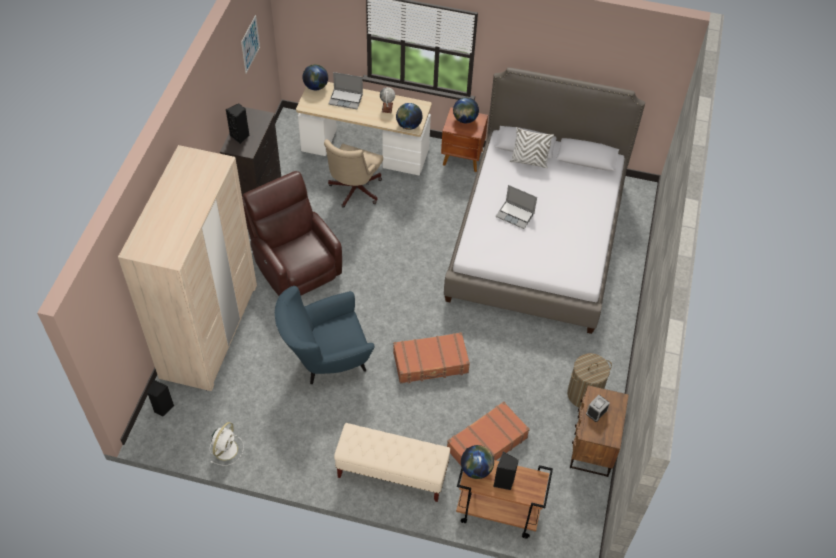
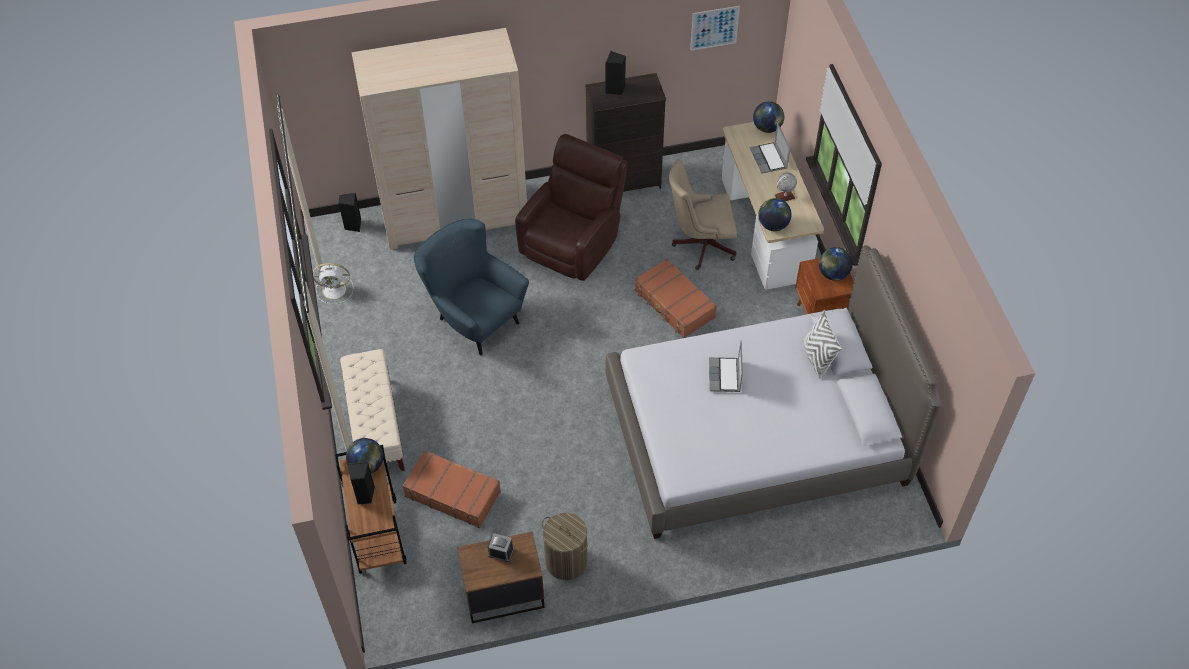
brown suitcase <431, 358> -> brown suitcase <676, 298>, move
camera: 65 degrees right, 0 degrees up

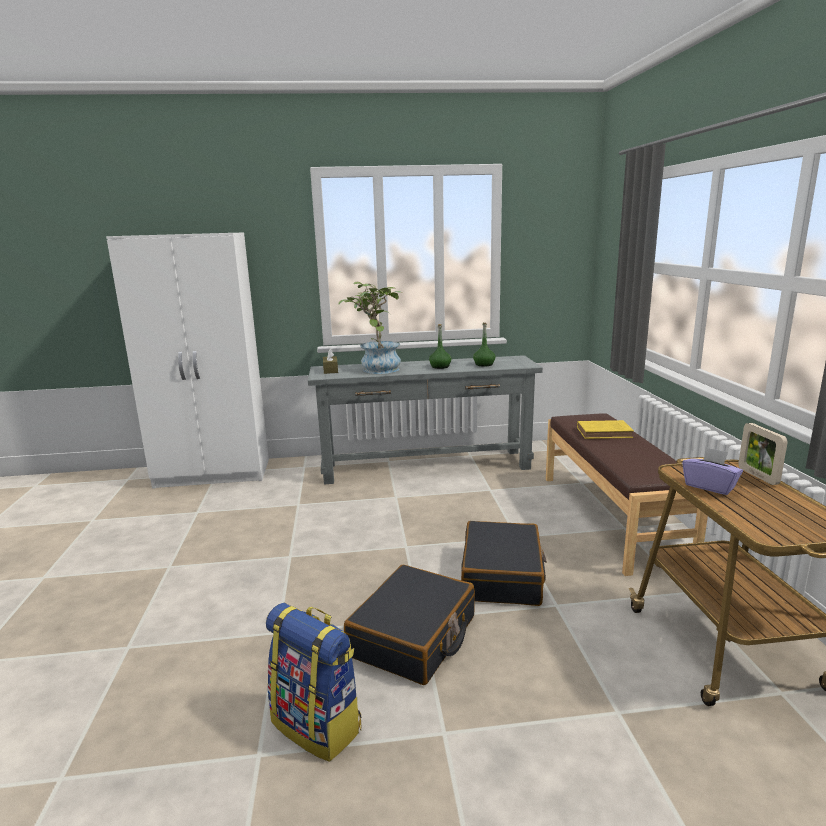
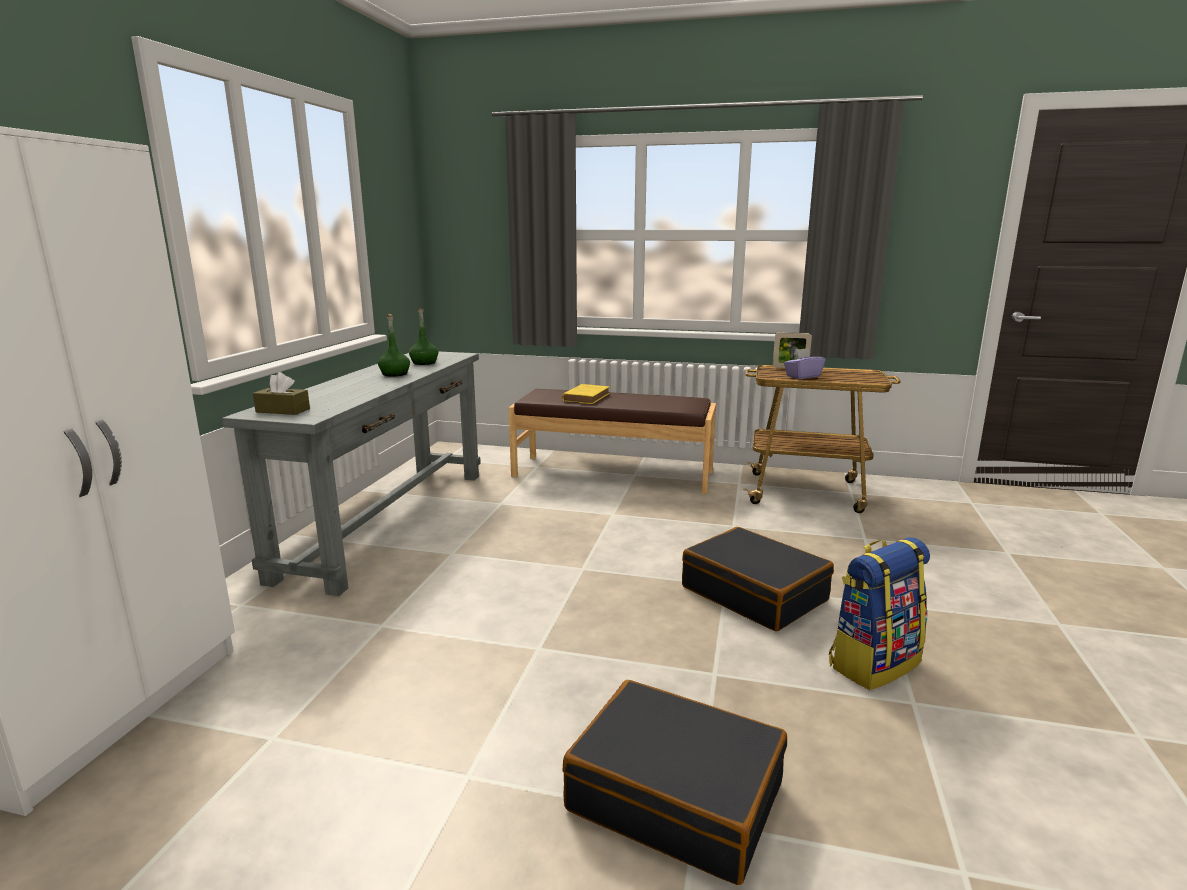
potted plant <370, 328> -> none
black suitcase <504, 563> -> black suitcase <675, 782>, move
camera: 70 degrees left, 0 degrees up

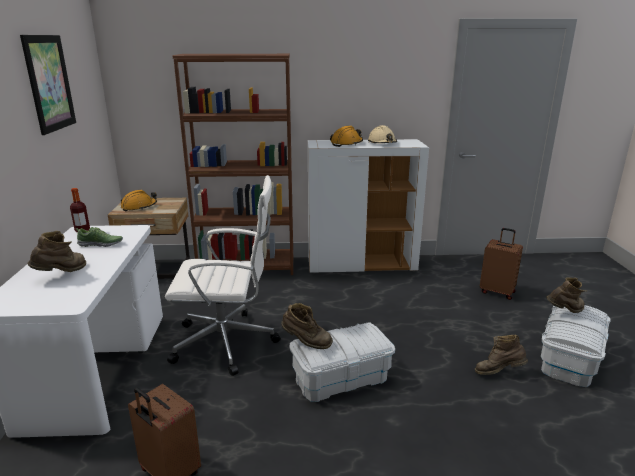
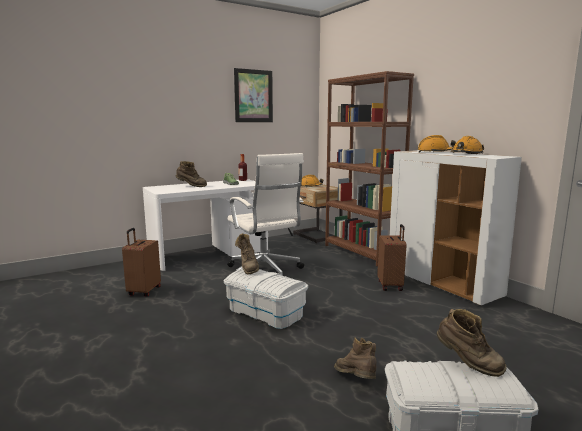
brown suitcase <501, 264> -> brown suitcase <392, 257>, move
beige hard hat <382, 134> -> orange hard hat <467, 145>
camera: 60 degrees right, 10 degrees down

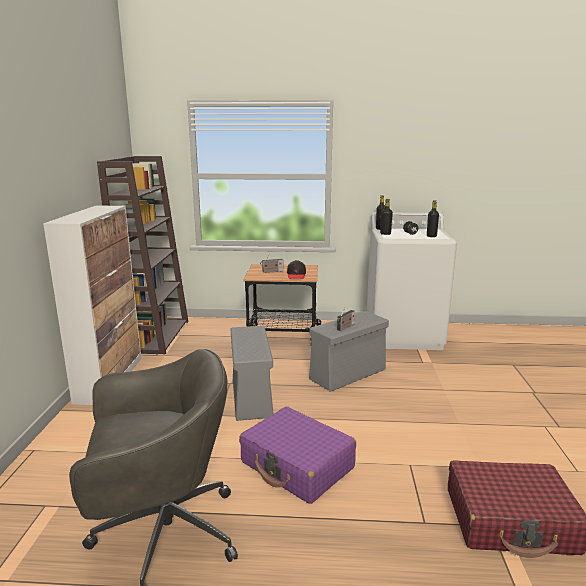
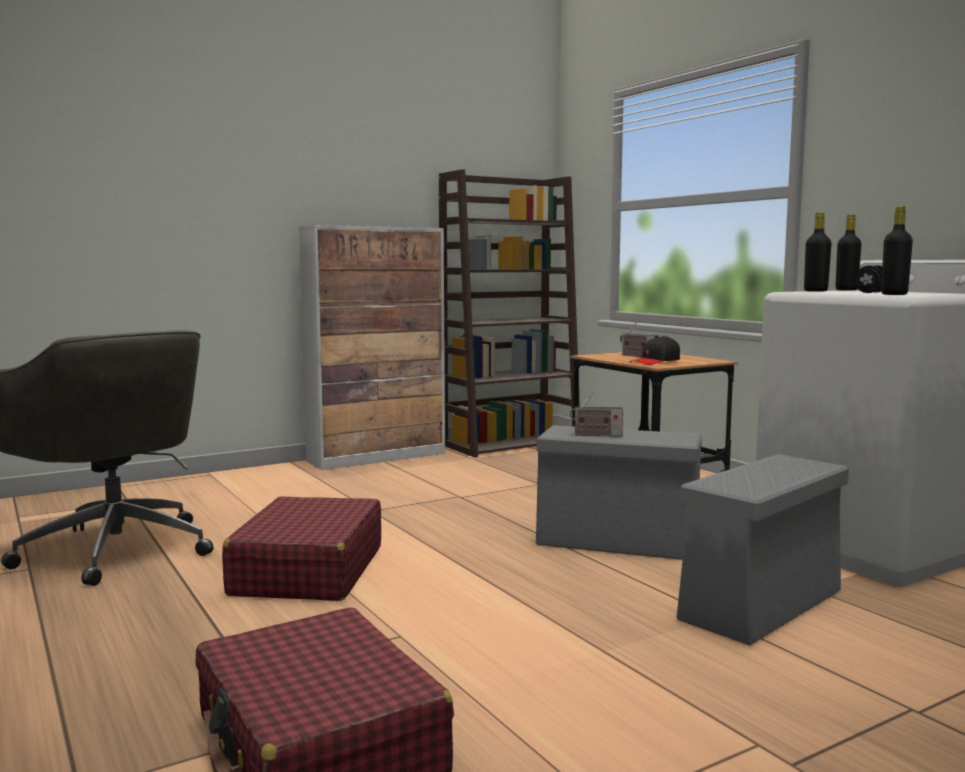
grey storage box <252, 373> -> grey storage box <763, 550>, move
purple suitcase <297, 455> -> red suitcase <301, 548>
camera: 55 degrees right, 10 degrees down

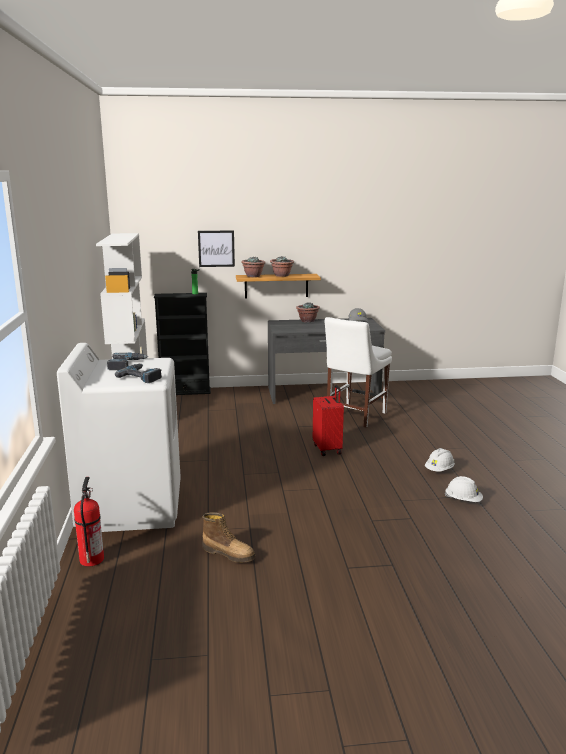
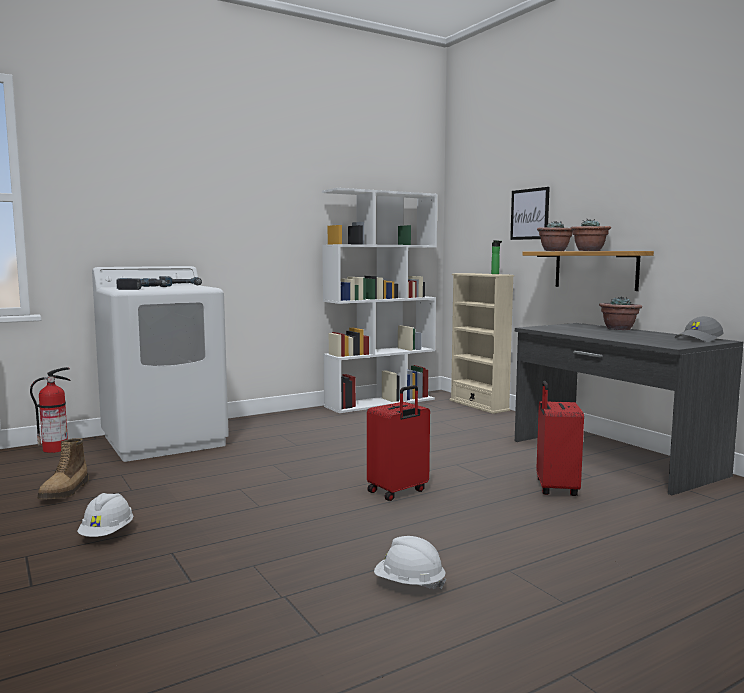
white hard hat <464, 489> -> white hard hat <105, 515>, move
white chair <358, 372> -> red suitcase <560, 438>
black bookcase <182, 344> -> beige bookcase <482, 343>
camera: 65 degrees right, 10 degrees down

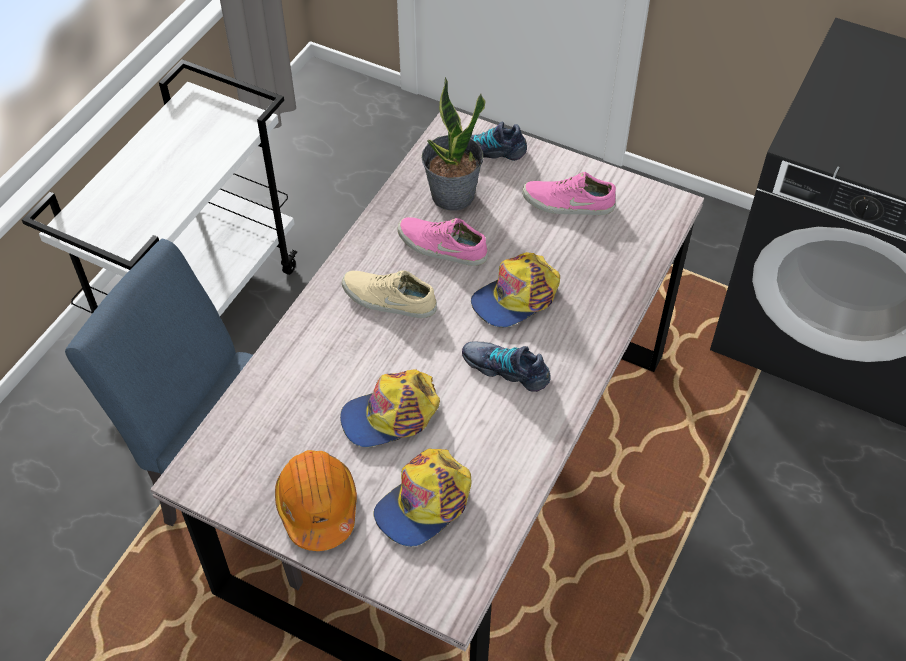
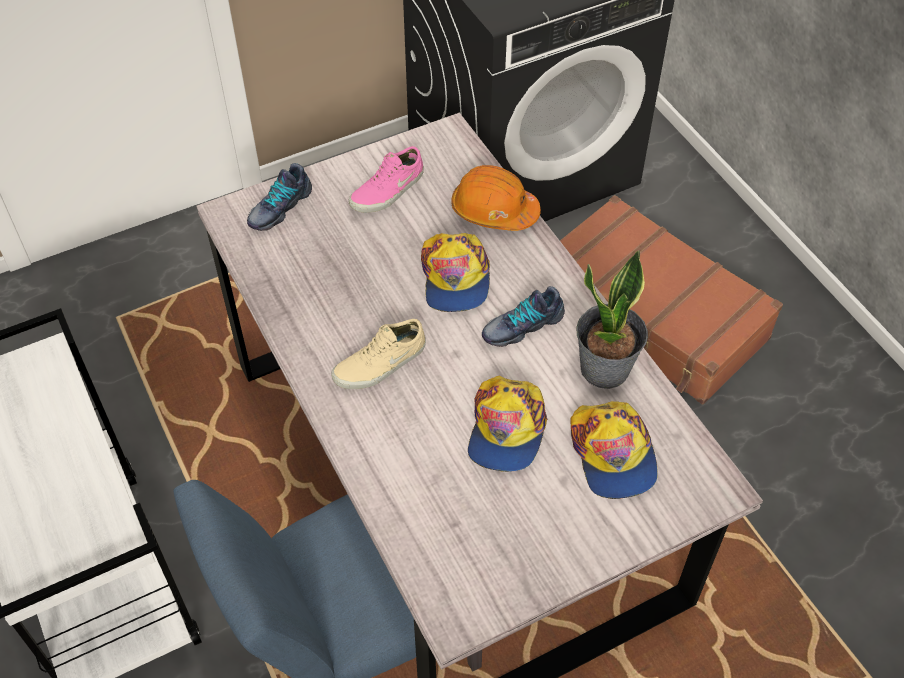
pink shoe <443, 241> -> none
none -> brown suitcase <671, 300>
orange hard hat <316, 500> -> orange hard hat <496, 198>, move
potted plant <454, 143> -> potted plant <612, 319>, move
camera: 55 degrees left, 0 degrees up

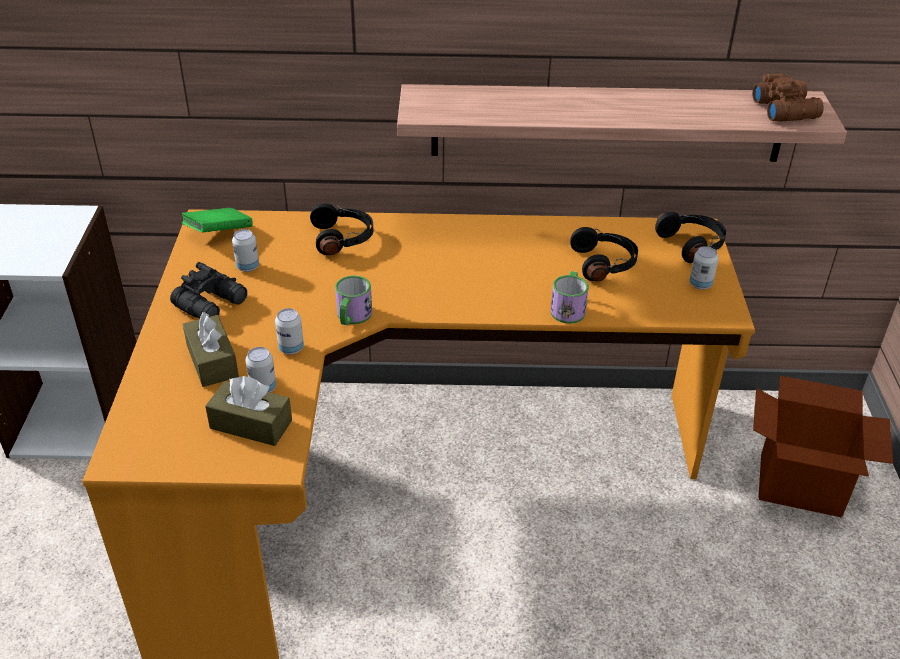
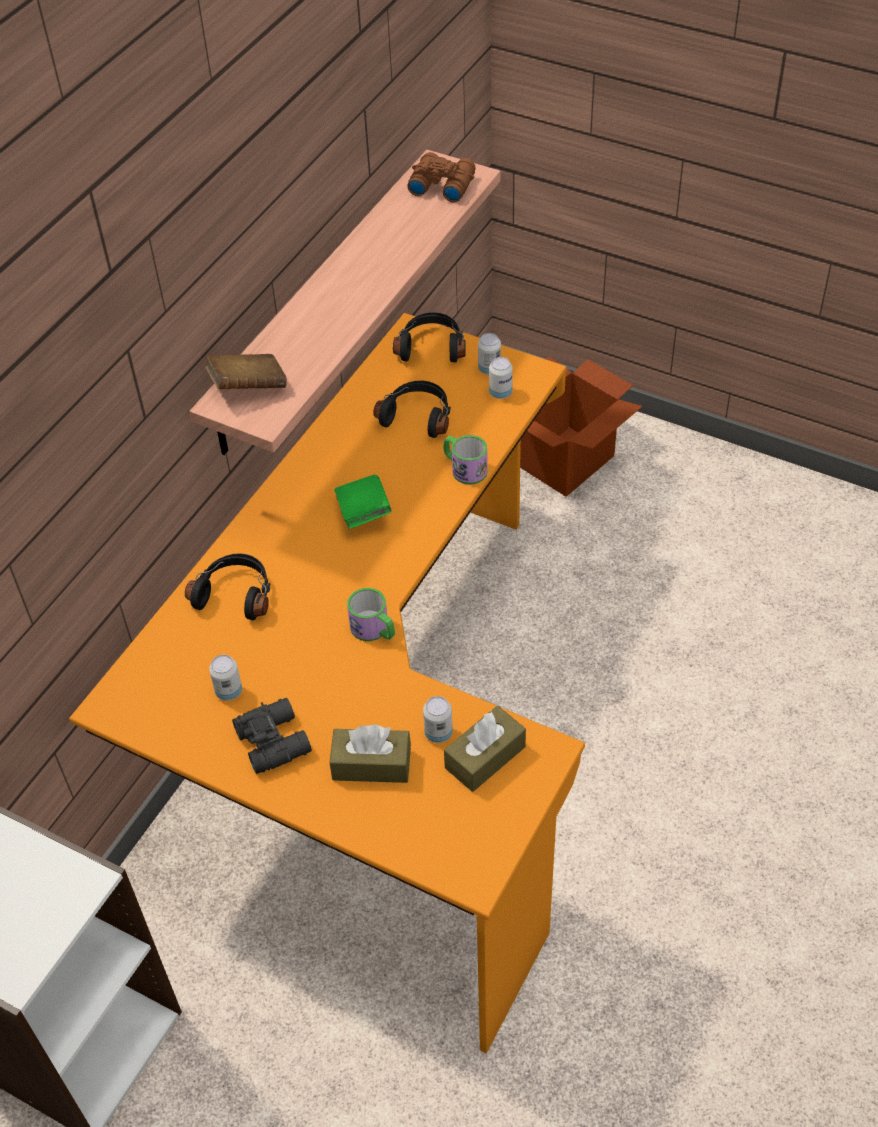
none -> brown book <246, 371>
green book <217, 220> -> green book <363, 502>, move
can <289, 331> -> can <501, 378>, move
camera: 60 degrees left, 10 degrees up

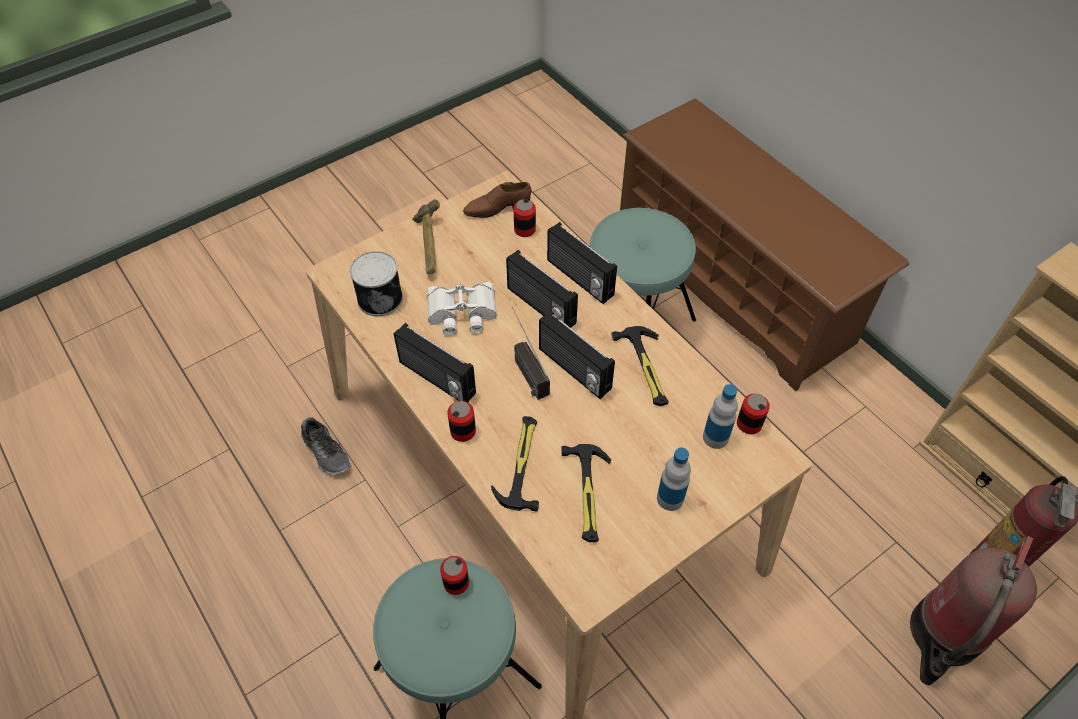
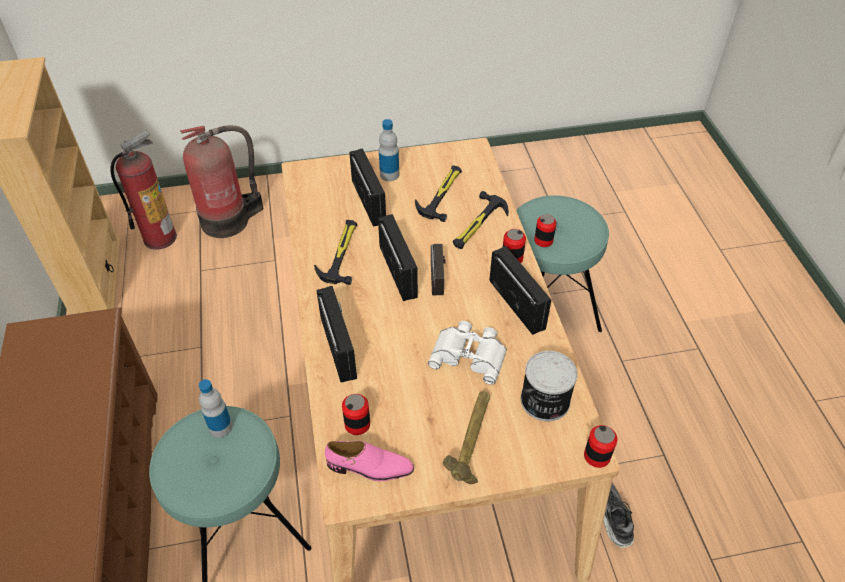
radio <542, 289> -> radio <367, 187>, move
bottle <720, 416> -> bottle <216, 408>, move
can <753, 414> -> can <601, 446>, move
brown shoe <497, 200> -> pink shoe <369, 461>
camera: 155 degrees left, 5 degrees down

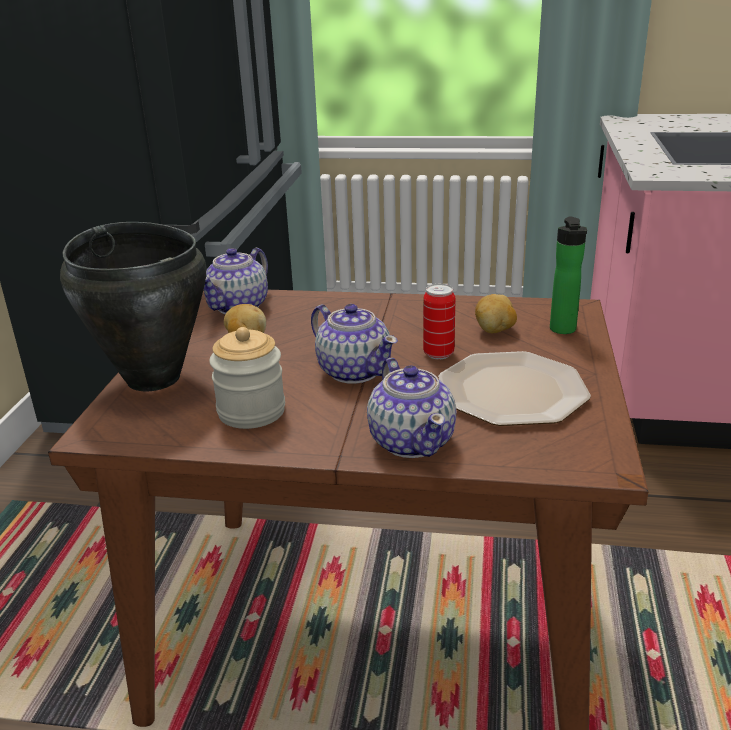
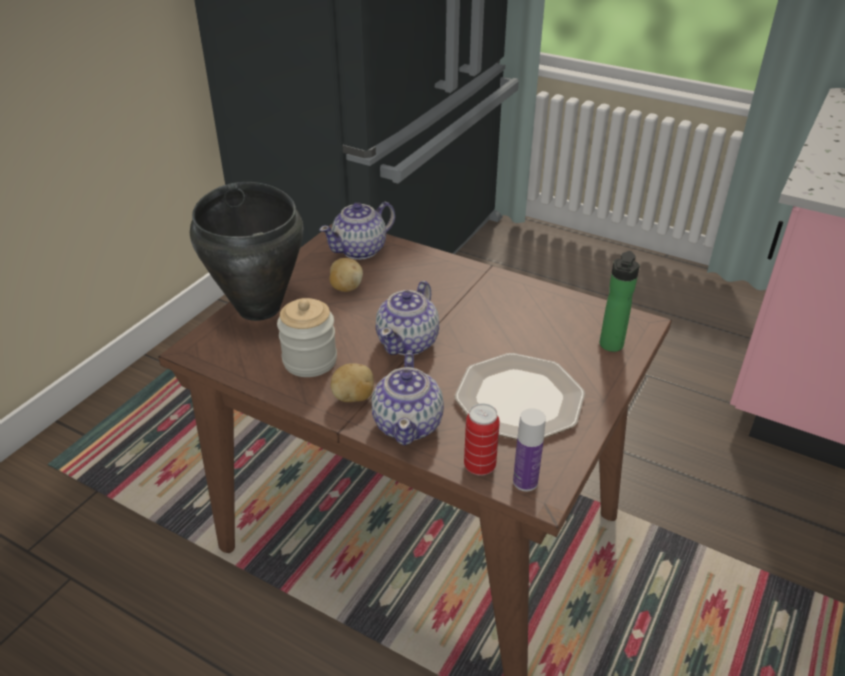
none -> bottle <529, 449>
can <439, 321> -> can <482, 440>, move
potato <496, 313> -> potato <352, 382>, move
teapot <354, 344> -> teapot <407, 318>, 45 degrees clockwise
camera: 20 degrees right, 10 degrees up

